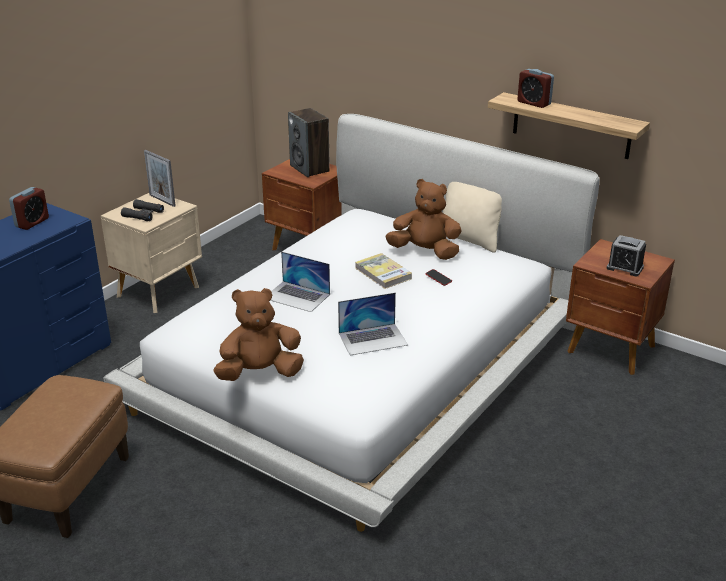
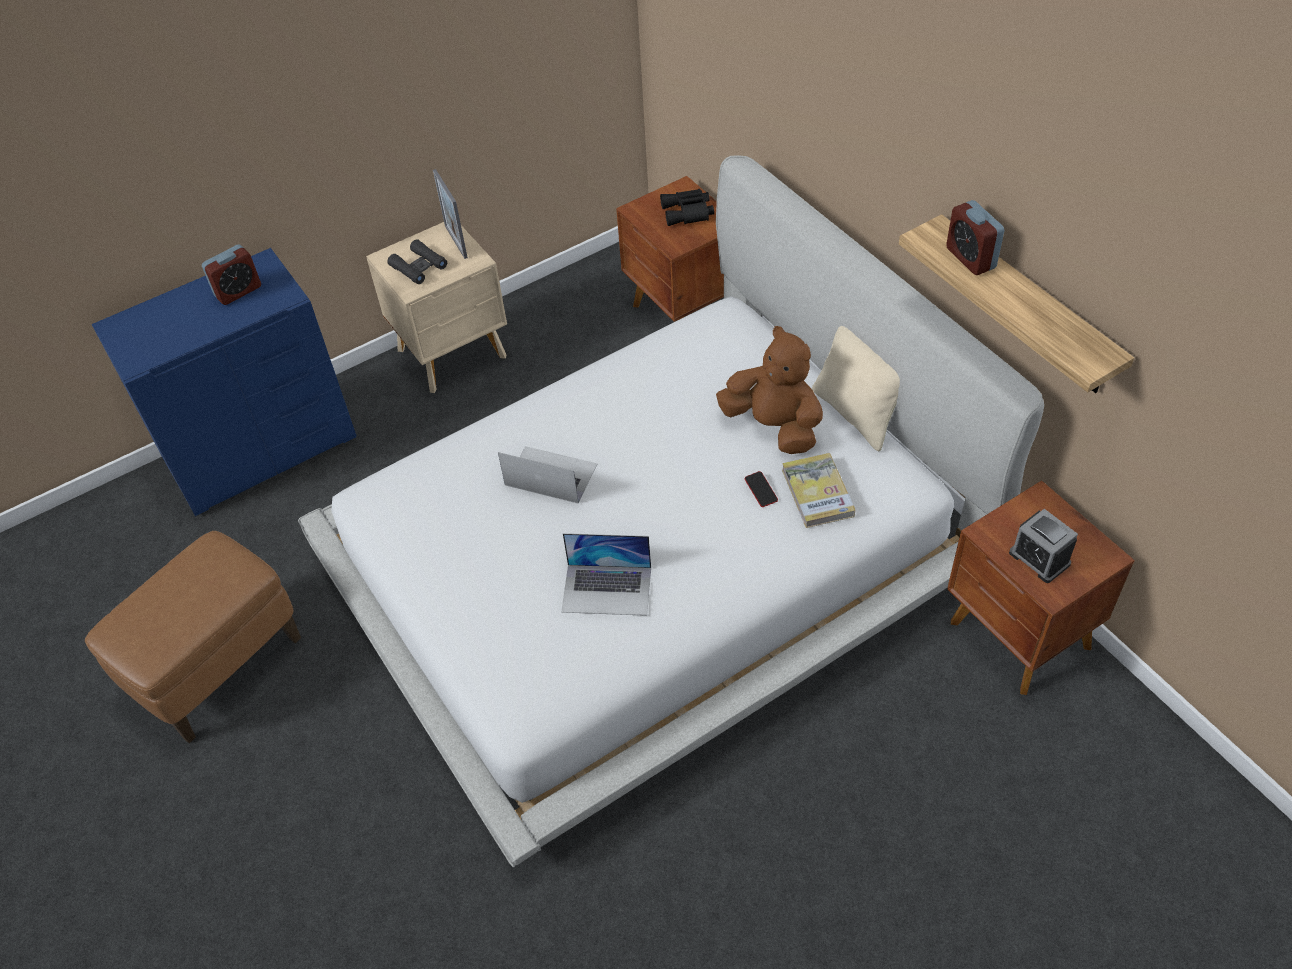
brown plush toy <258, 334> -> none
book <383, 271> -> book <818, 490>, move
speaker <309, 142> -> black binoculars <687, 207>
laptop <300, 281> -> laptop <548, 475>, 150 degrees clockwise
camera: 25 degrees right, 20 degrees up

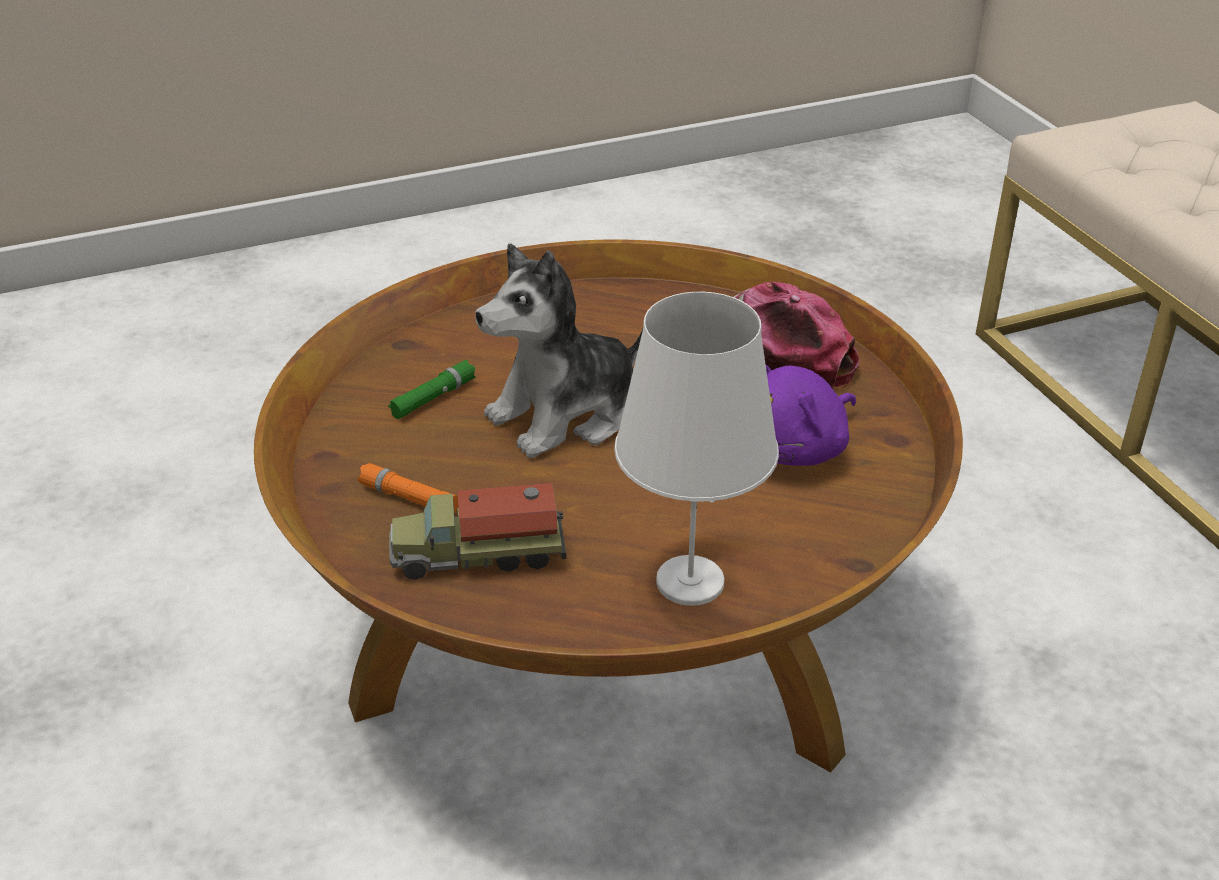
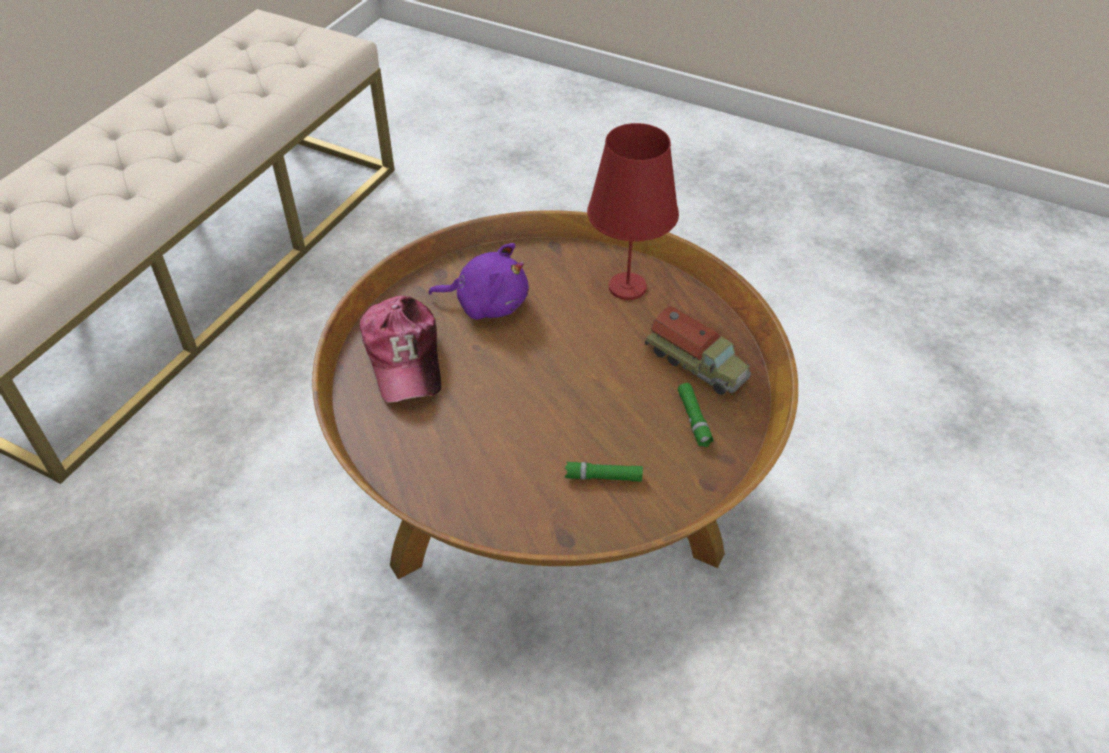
plush toy <559, 351> -> none
orange flashlight <407, 488> -> green flashlight <696, 415>
white table lamp <696, 449> -> red table lamp <633, 211>
camera: 130 degrees left, 10 degrees up

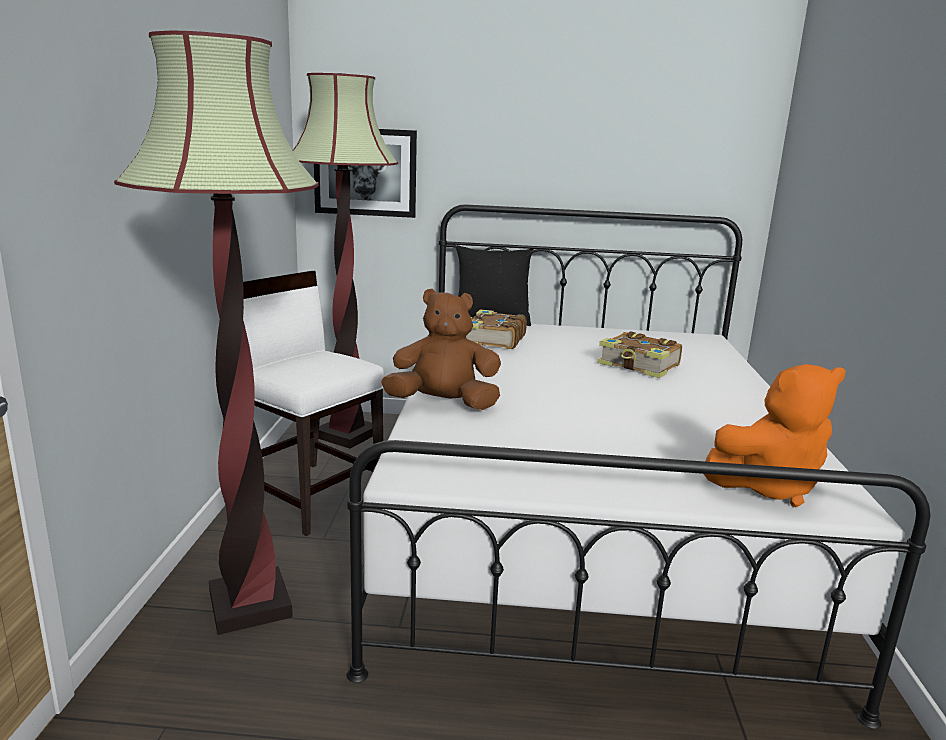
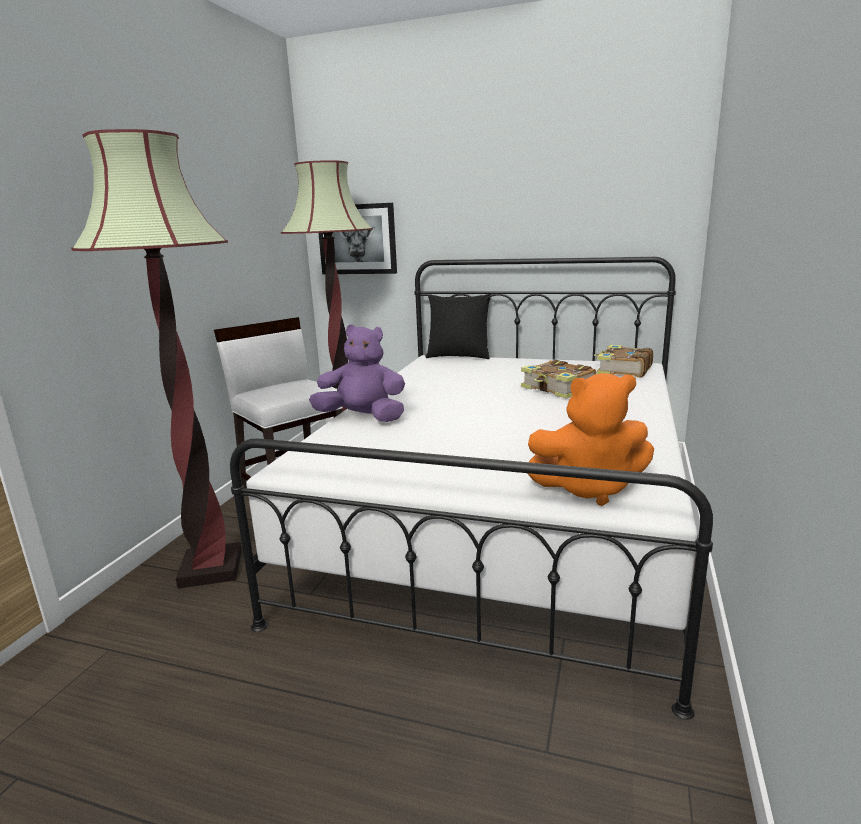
book <496, 329> -> book <623, 361>, move
brown plush toy <441, 349> -> purple plush toy <357, 373>
camera: 15 degrees right, 0 degrees up

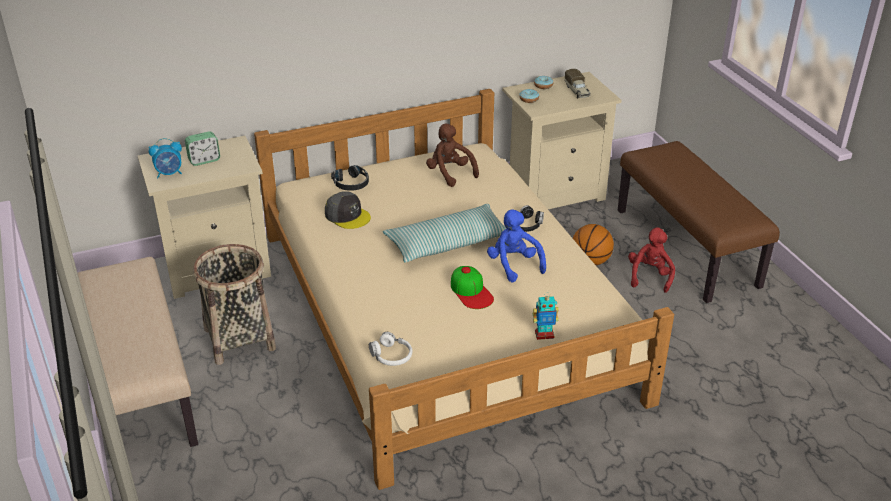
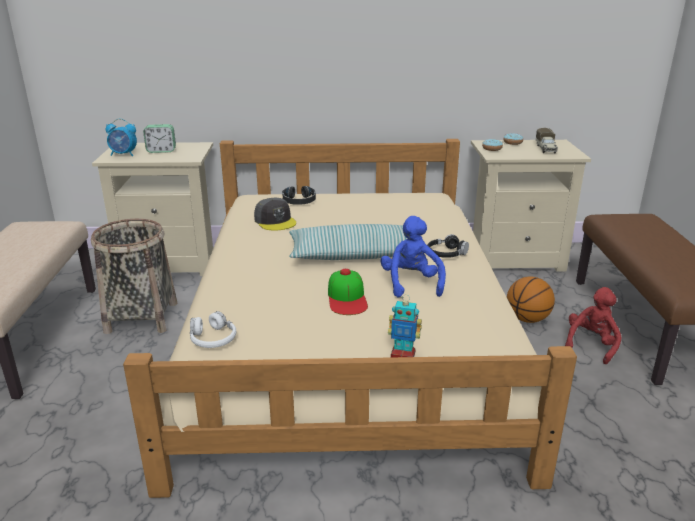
brown plush toy <452, 155> -> none
camera: 20 degrees right, 10 degrees down

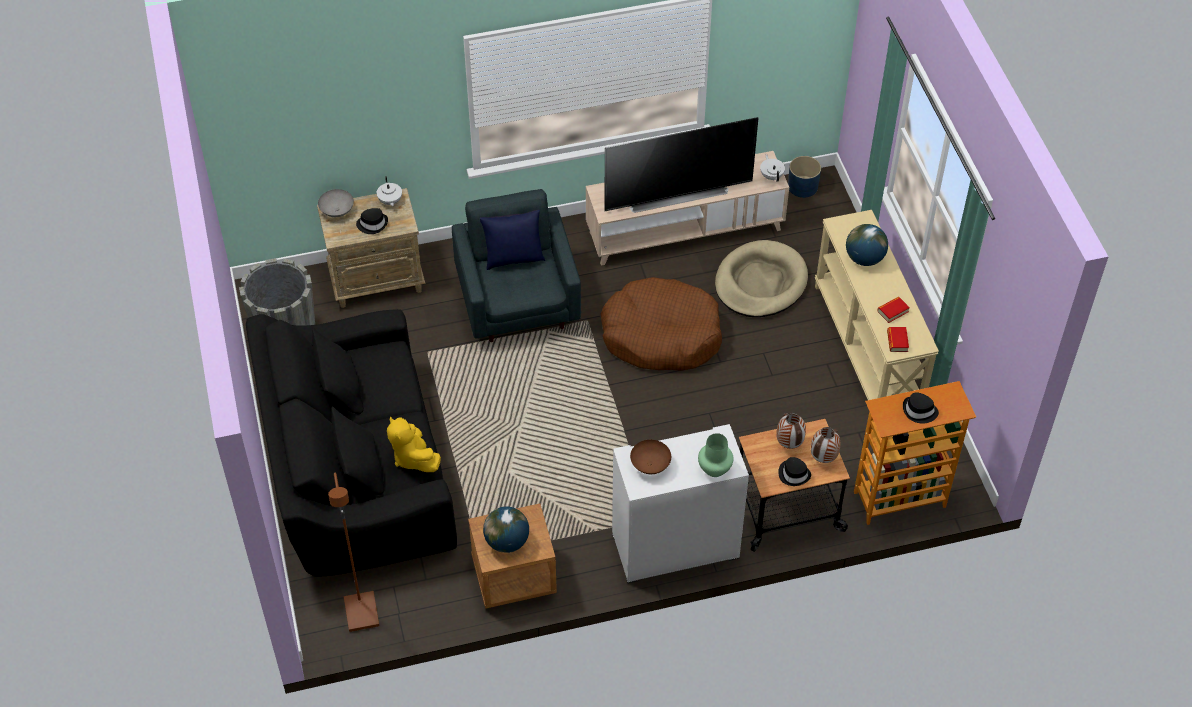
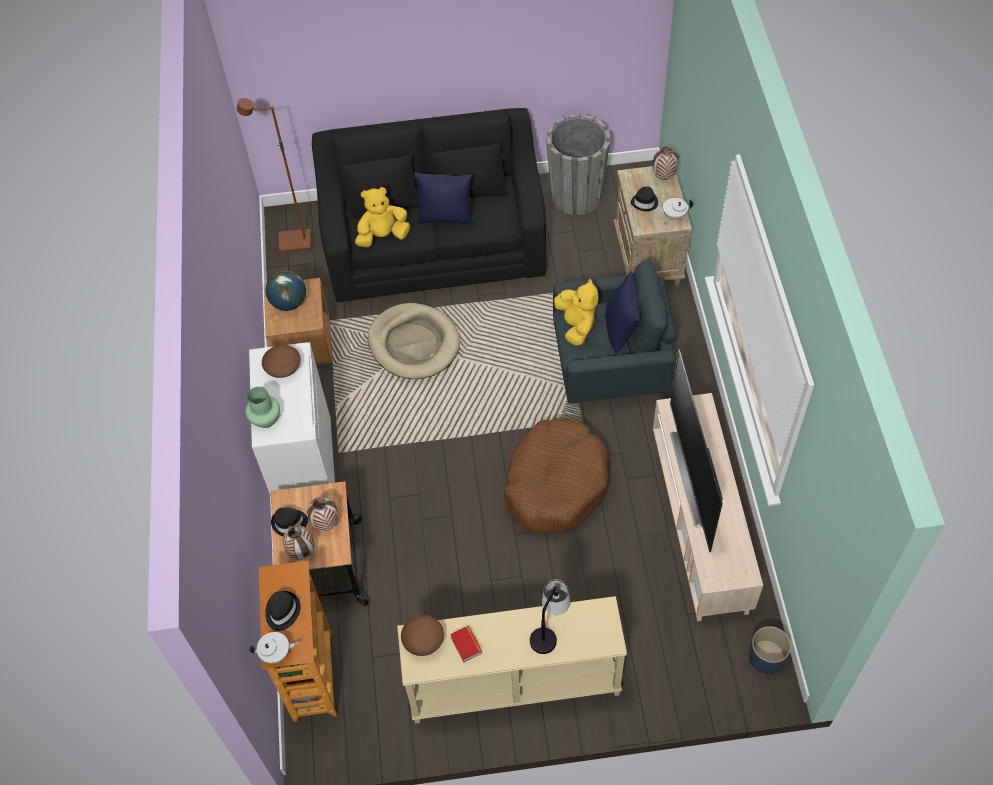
none -> blue pillow <444, 199>
none -> yellow plush toy <576, 312>
beige dog bed <761, 278> -> beige dog bed <414, 341>, move
white teapot <772, 168> -> white teapot <274, 648>, move
grey bowl <336, 203> -> vase <666, 163>
globe <867, 245> -> table lamp <550, 616>
book <898, 339> -> brown bowl <422, 635>
camera: 100 degrees right, 5 degrees up

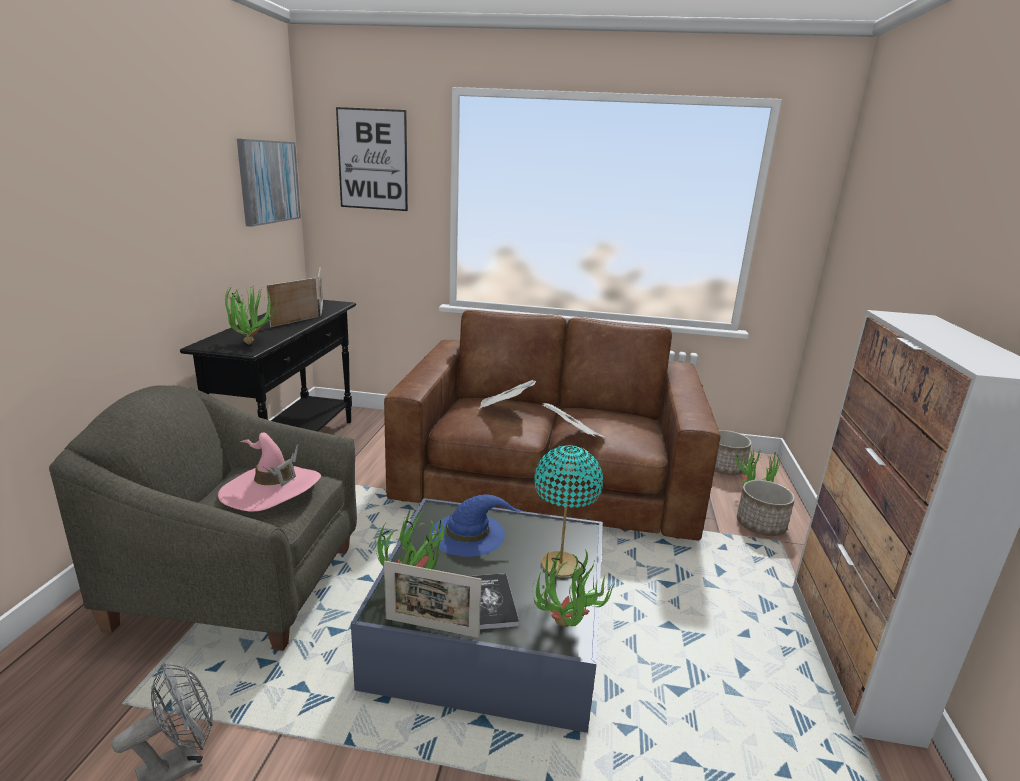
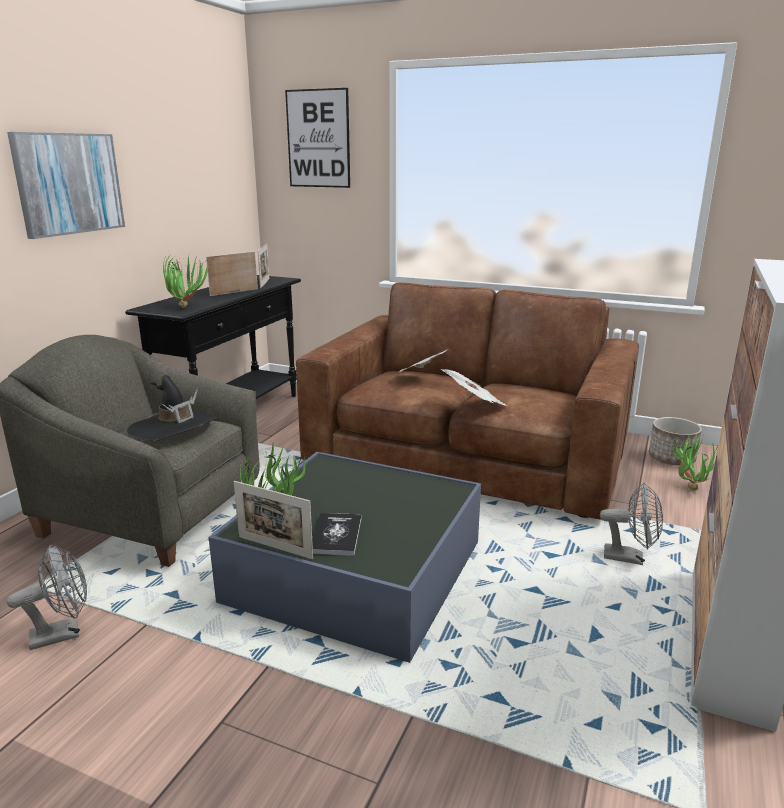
blue hat <477, 525> -> none
potted plant <574, 588> -> none
turquoise table lamp <568, 511> -> none
planter <766, 508> -> none
none -> grey fan <631, 524>
picture <269, 183> -> picture <66, 185>, move
pink hat <269, 472> -> black hat <172, 408>
camera: 15 degrees right, 0 degrees up

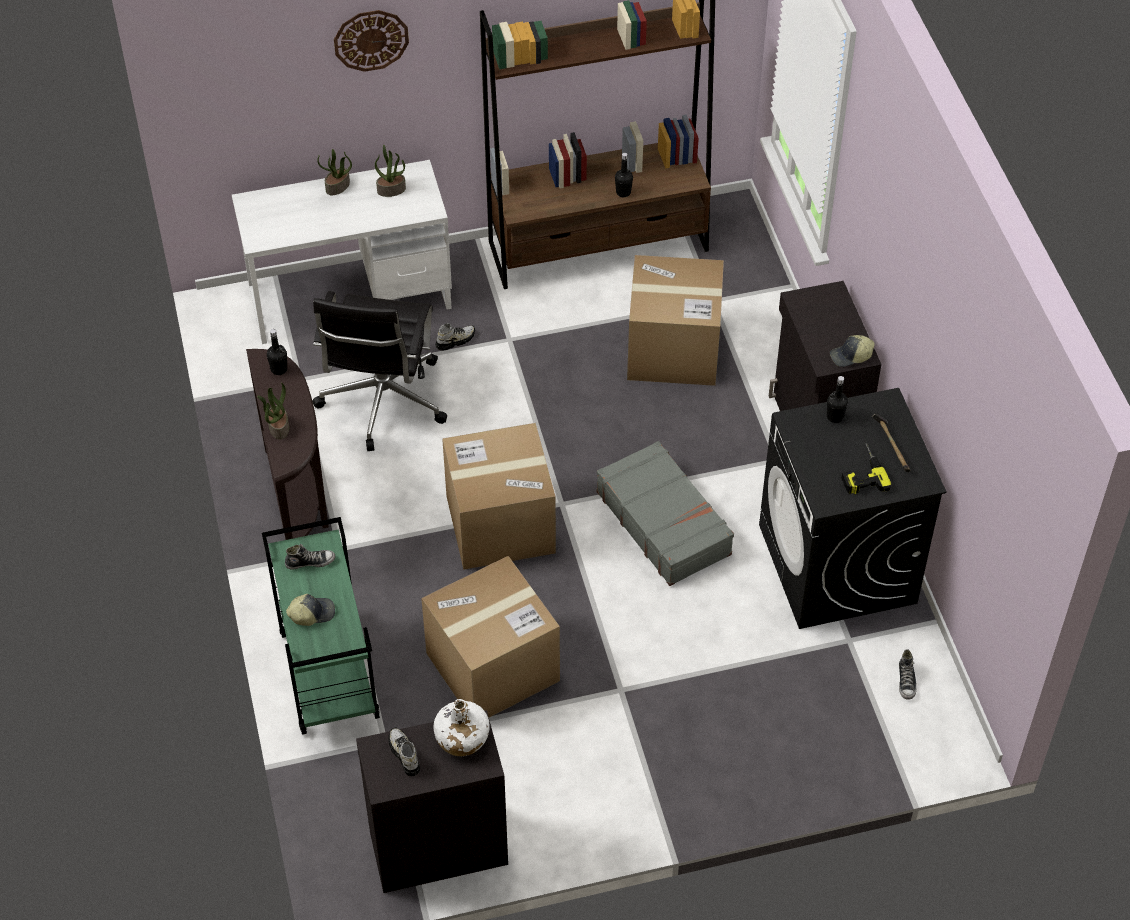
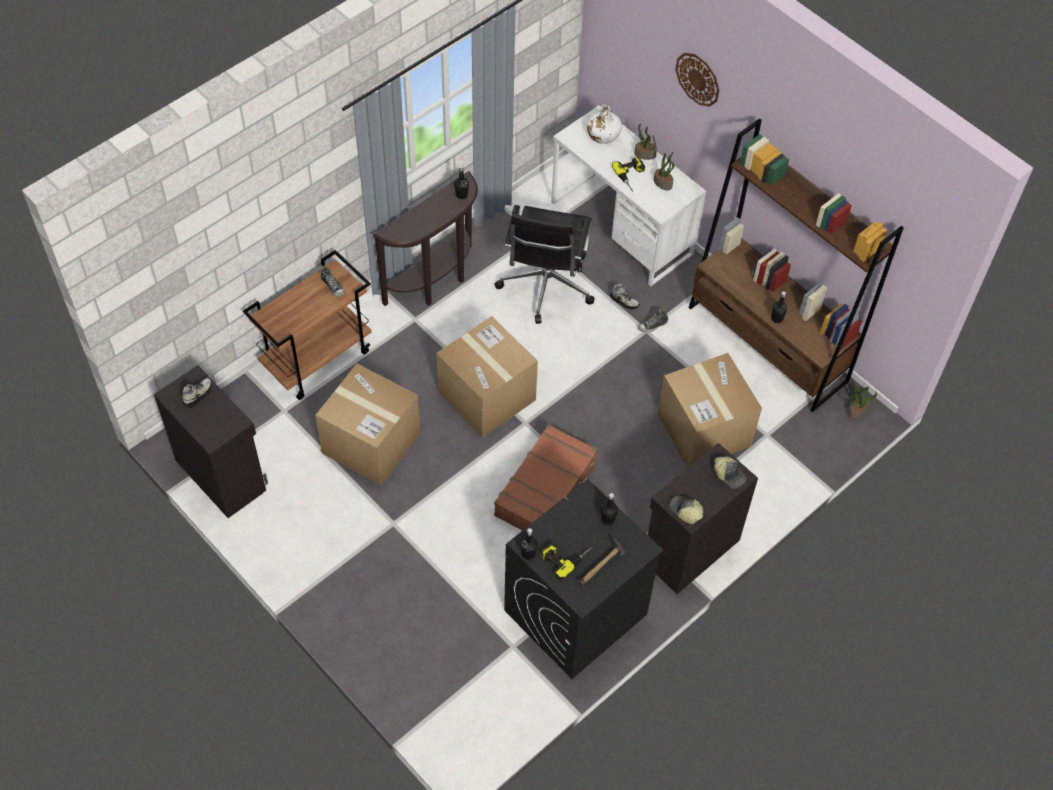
none -> black bottle <529, 544>
none -> power drill <628, 174>
potted plant <273, 411> -> potted plant <862, 401>, move
cap <310, 610> -> cap <730, 472>, move
white bottle <462, 727> -> white bottle <604, 124>, move
shoe <908, 674> -> shoe <653, 320>, move
green cart <321, 626> -> brown cart <307, 325>
grey suitcase <665, 513> -> brown suitcase <546, 477>
black office chair <380, 371> -> black office chair <544, 264>, 60 degrees counterclockwise
camera: 60 degrees right, 5 degrees up

